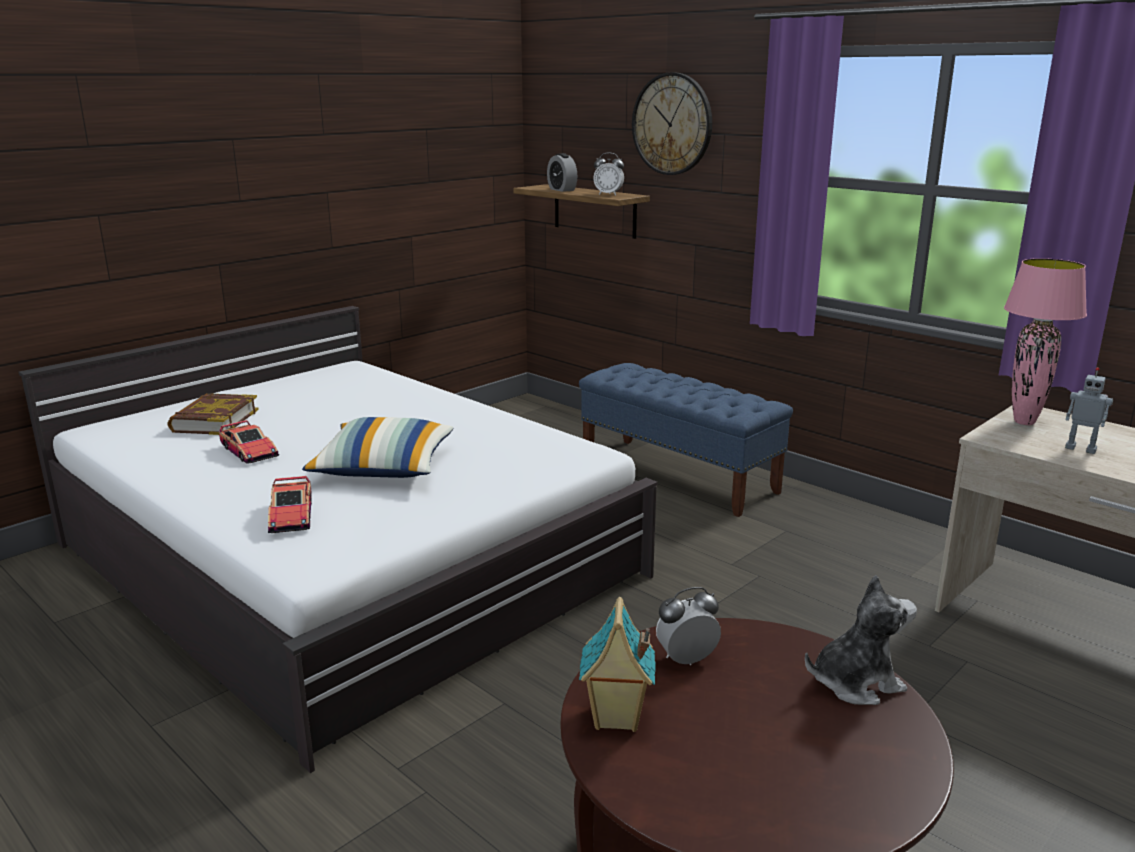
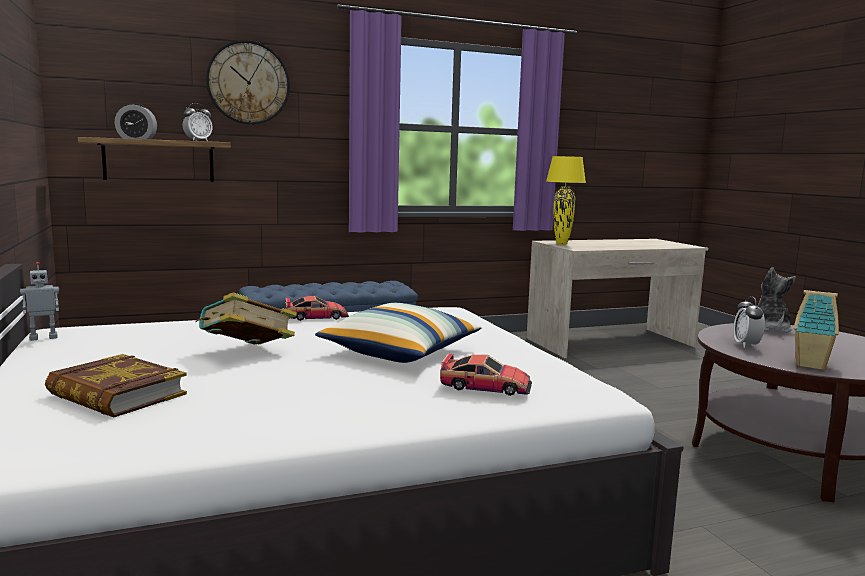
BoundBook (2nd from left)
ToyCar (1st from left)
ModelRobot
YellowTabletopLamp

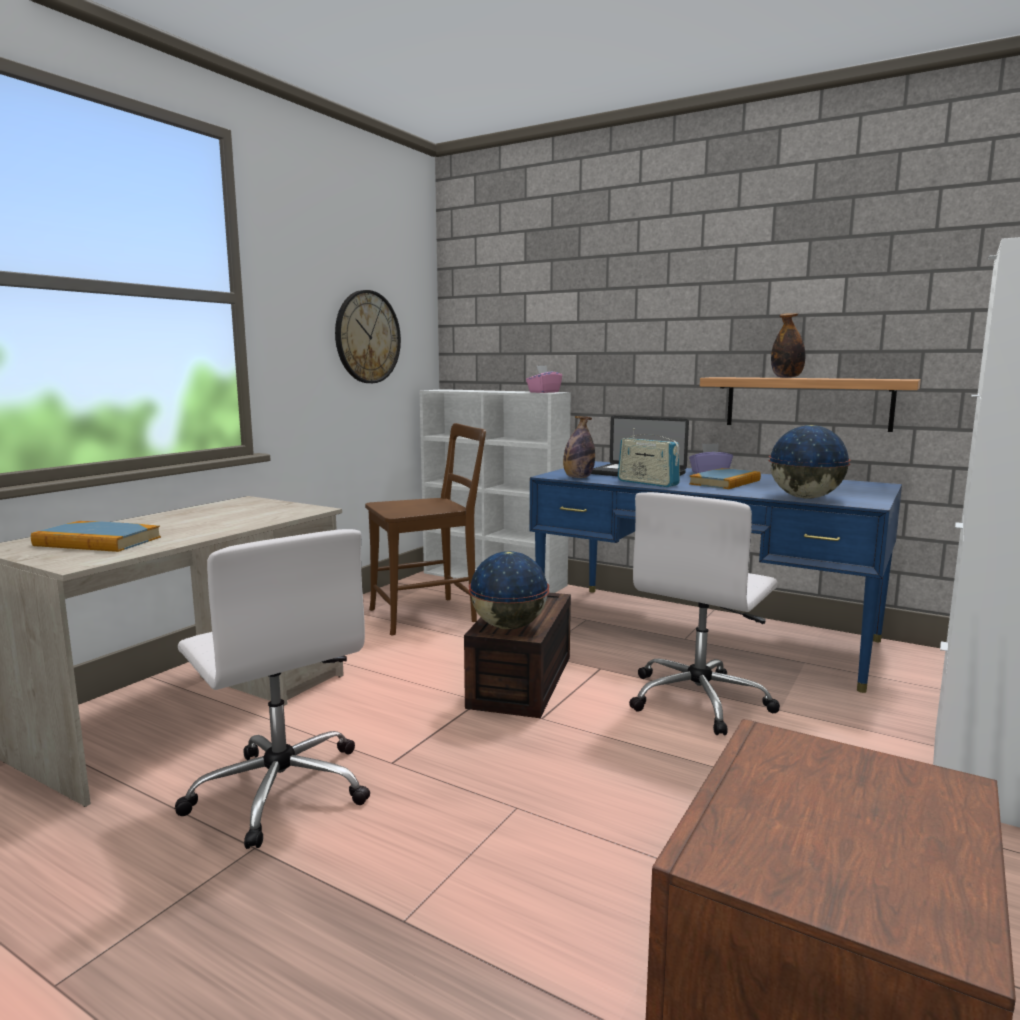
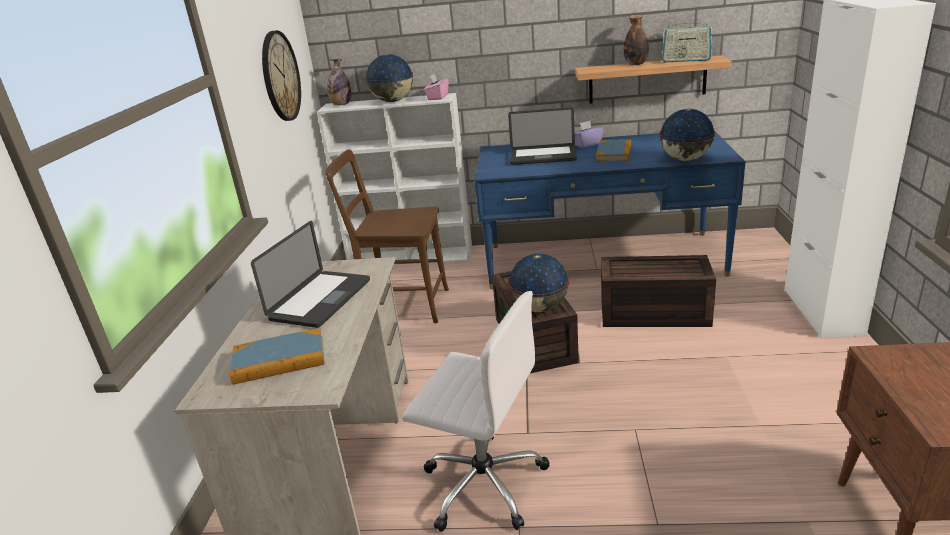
Laptop (1st from left)
Globe (1st from left)
BeverageBottle (1st from left)
RadioSet
BrownishStorageContainer (2nd from left)
BrownishChair

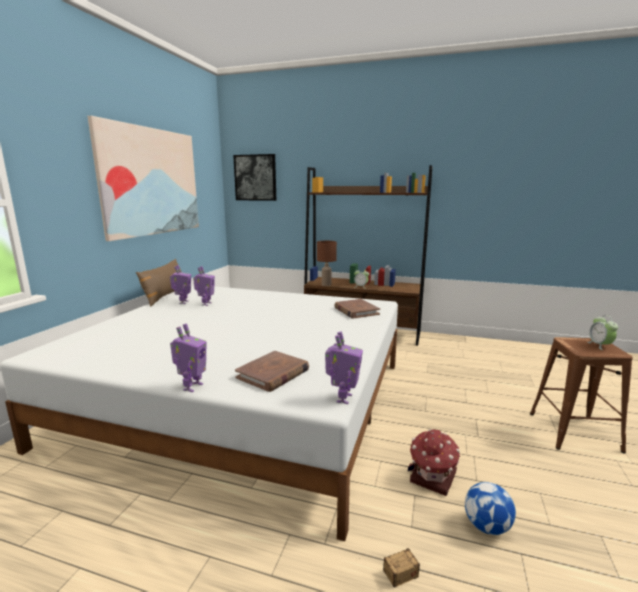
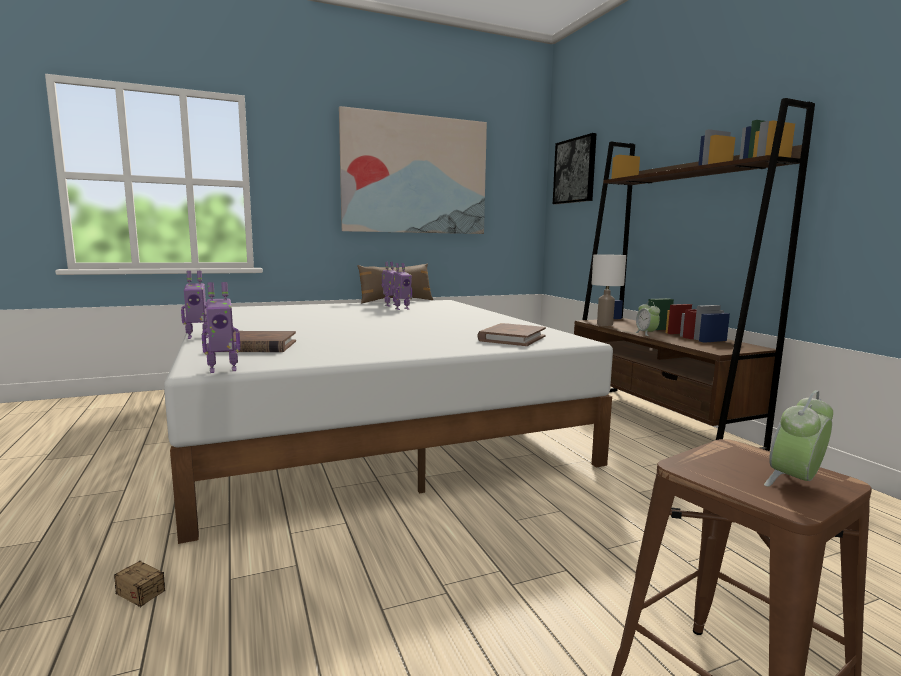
ToyHouse
FootballBall
WhitishTabletopLamp

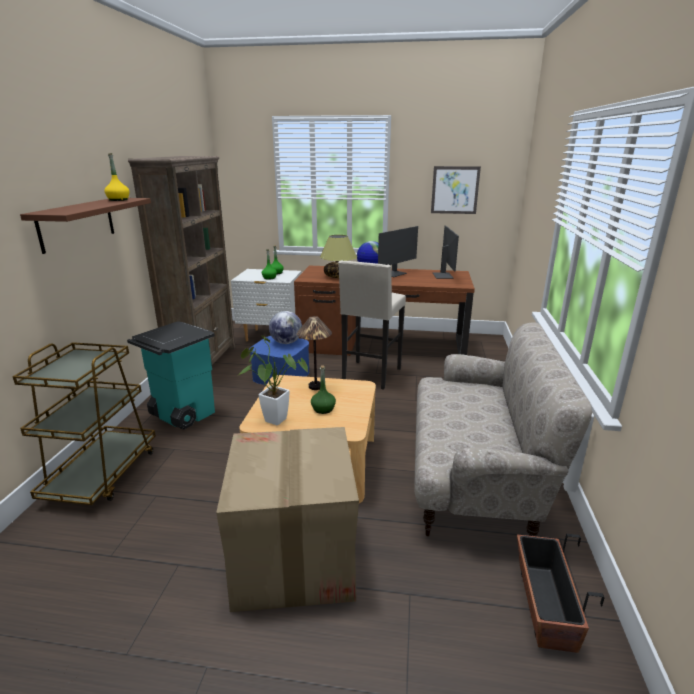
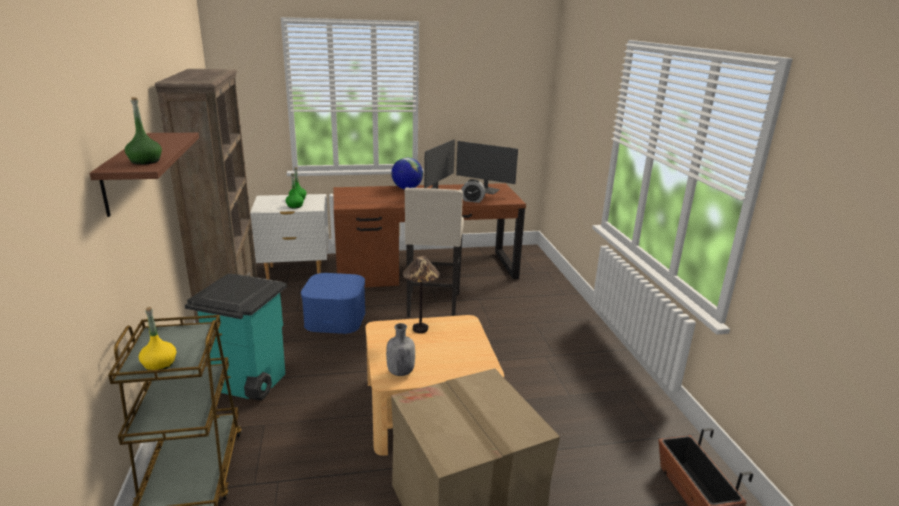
Globe (1st from left in the first image)
TabletopLamp (2nd from left in the first image)
SandColouredSettee
Picture
AlarmClock
YellowBeverageBottle
GreenBeverageBottle (1st from left)
GrayBeverageBottle
ComputerDisplay (2nd from left)

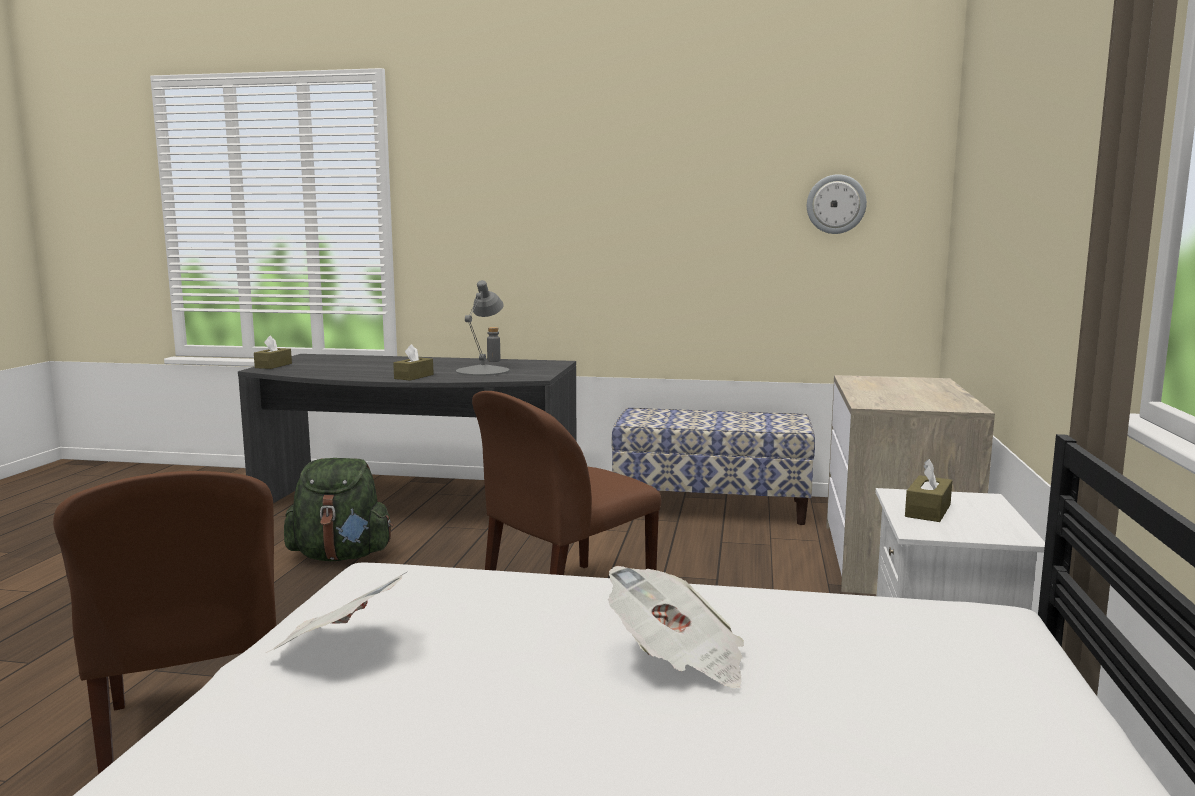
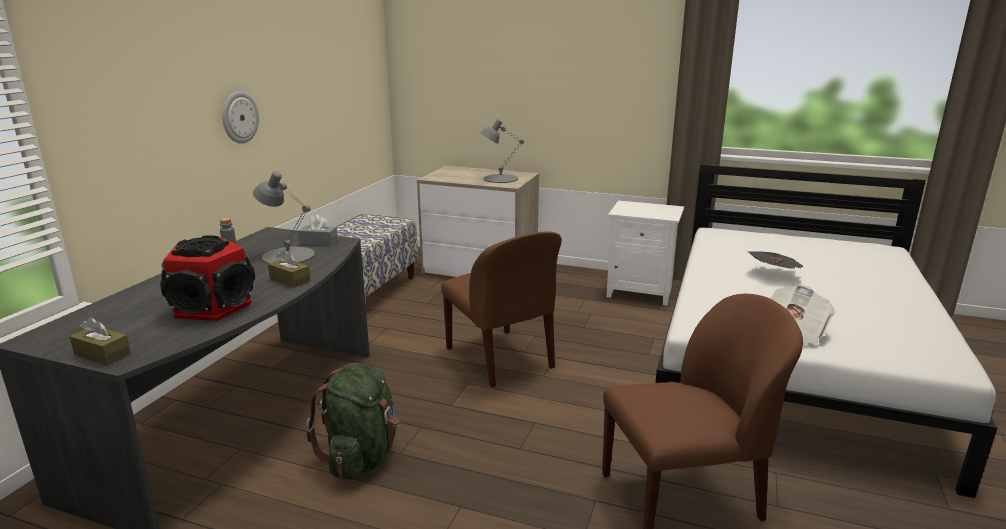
BrownishTissueBox (3rd from left in the first image)
AudioSpeaker
GrayTissueBox
GrayTabletopLamp (2nd from left)
ClockOnTheWall

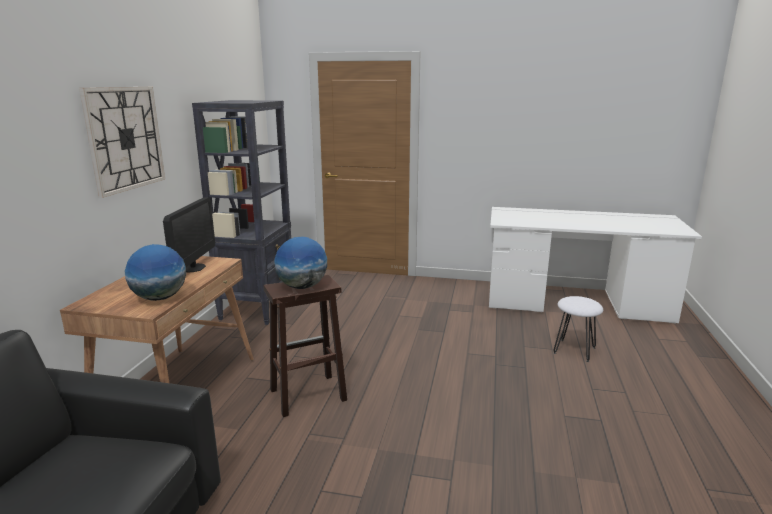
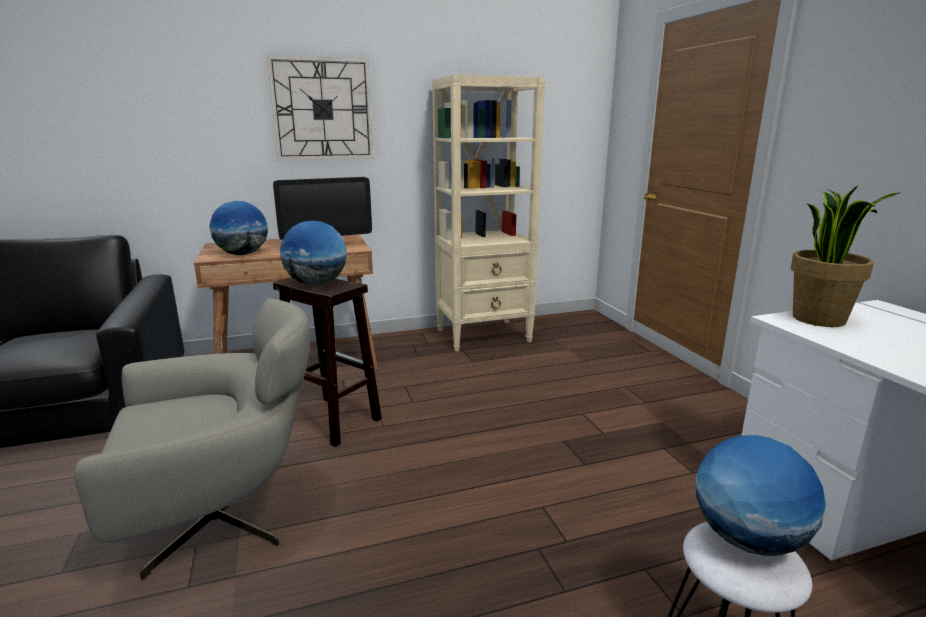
GrayArmchair
Globe (3rd from left)
PottedPlant
SandColouredBookshelf

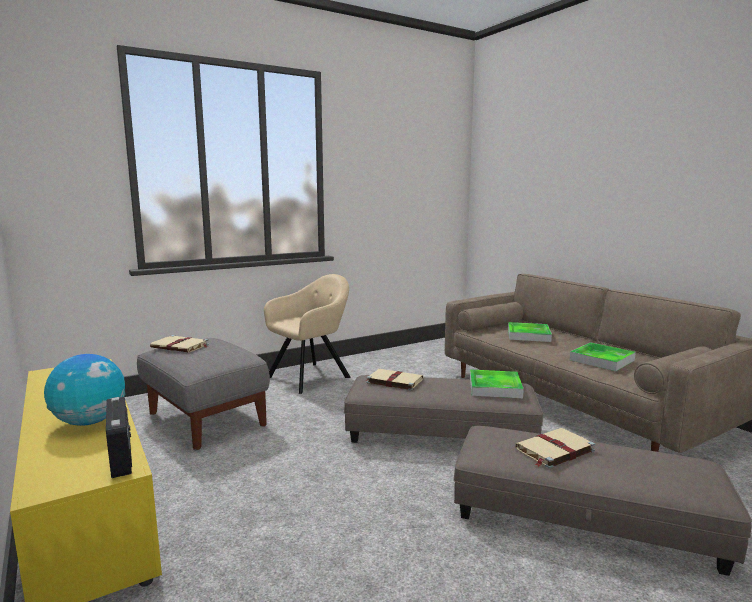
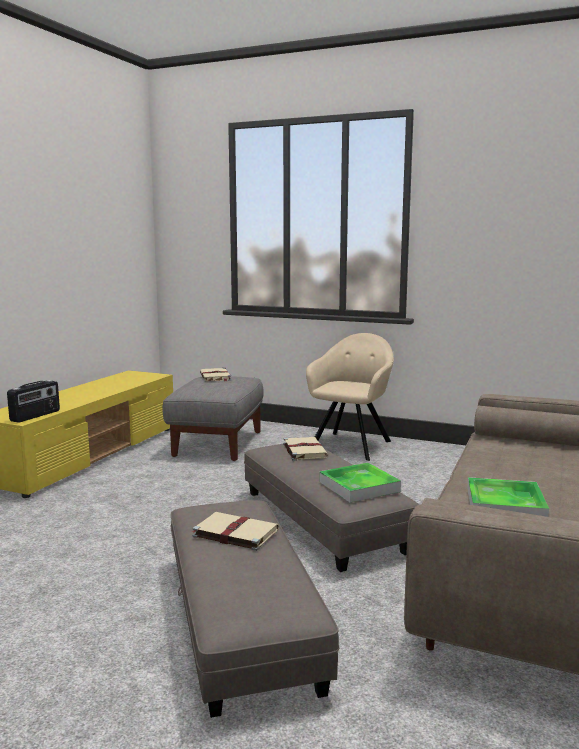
Globe
ServingTray (2nd from left in the first image)
SandColouredArmchair

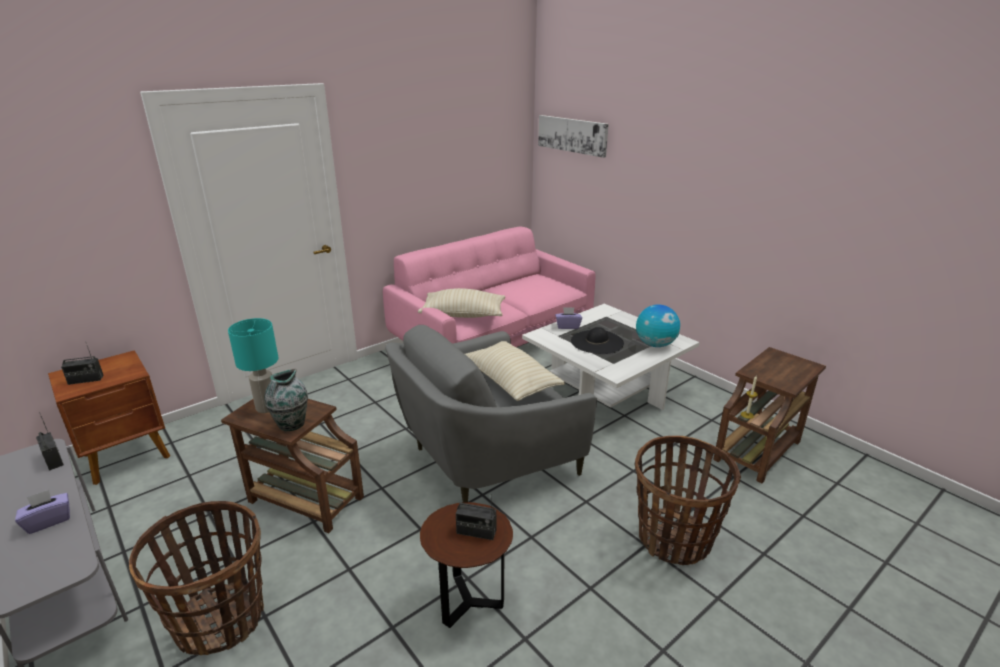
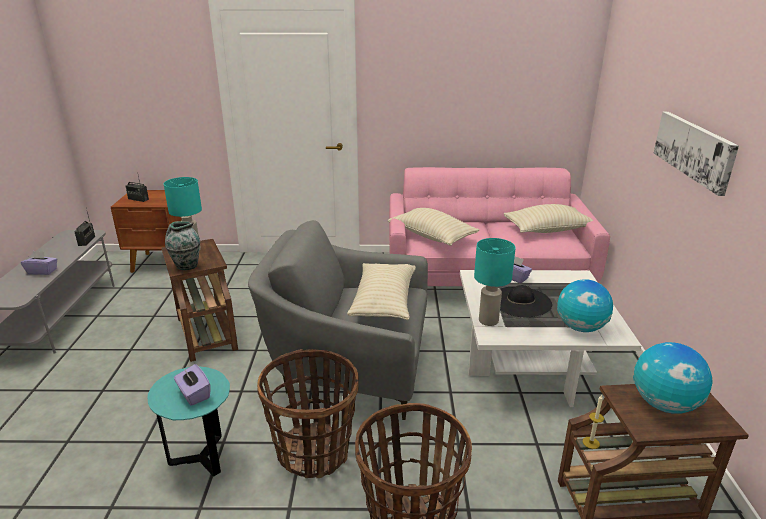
TurquoiseTabletopLamp (2nd from left)
SandColouredCushion (3rd from left)
Globe (2nd from left)
StorageBasket (1st from left)
Picture
PurpleColouredTissueBox (2nd from left)
TurquoiseAccentTable

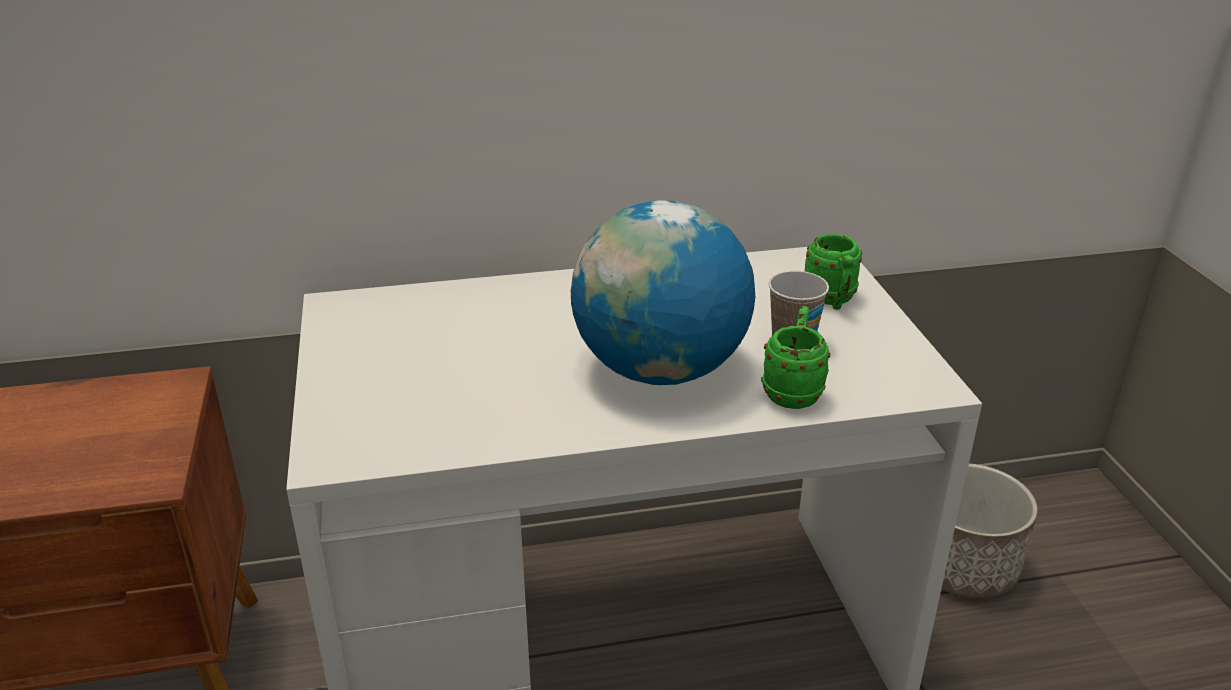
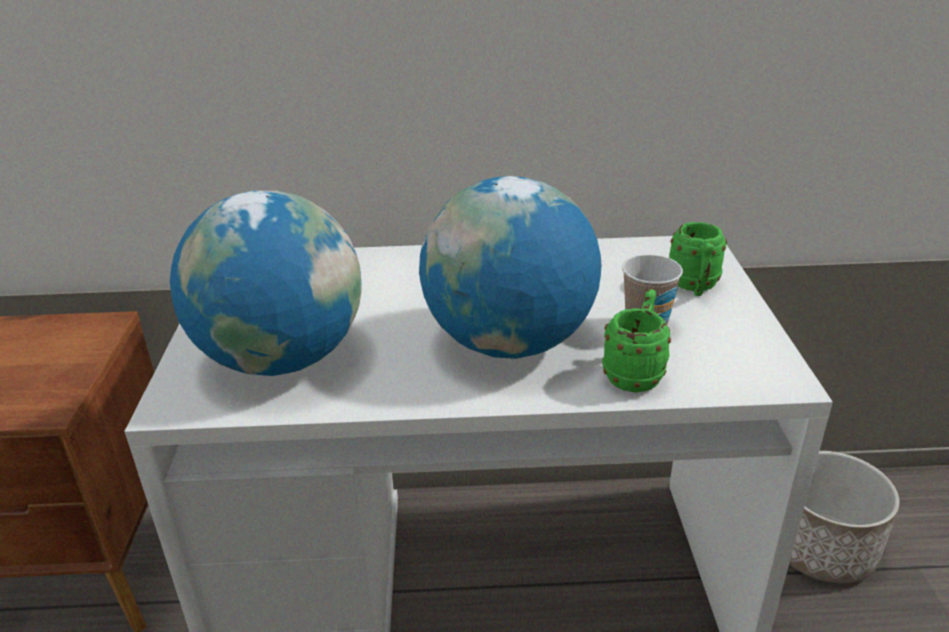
Globe (1st from left)

